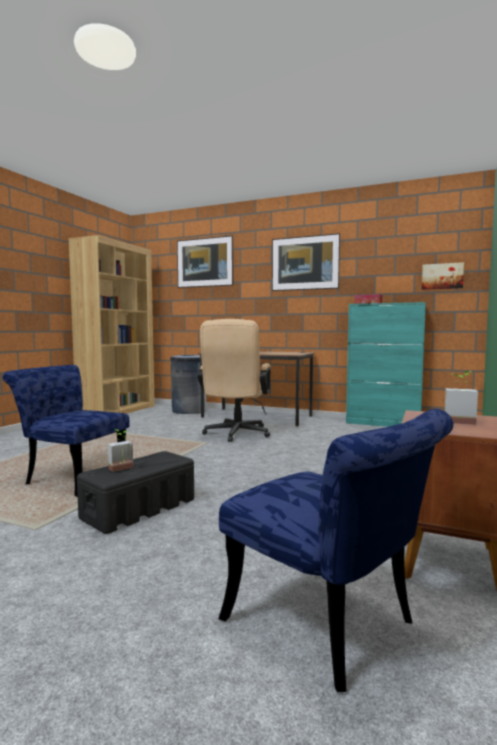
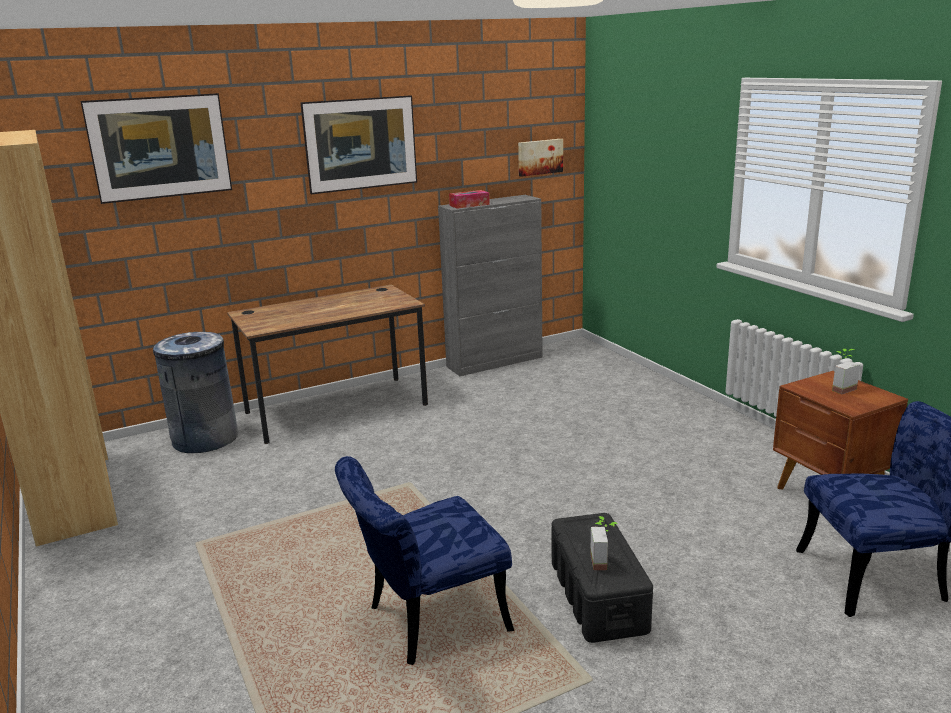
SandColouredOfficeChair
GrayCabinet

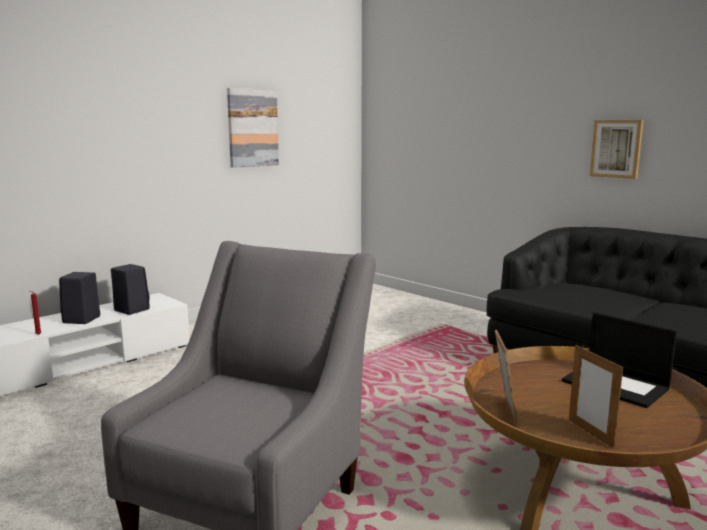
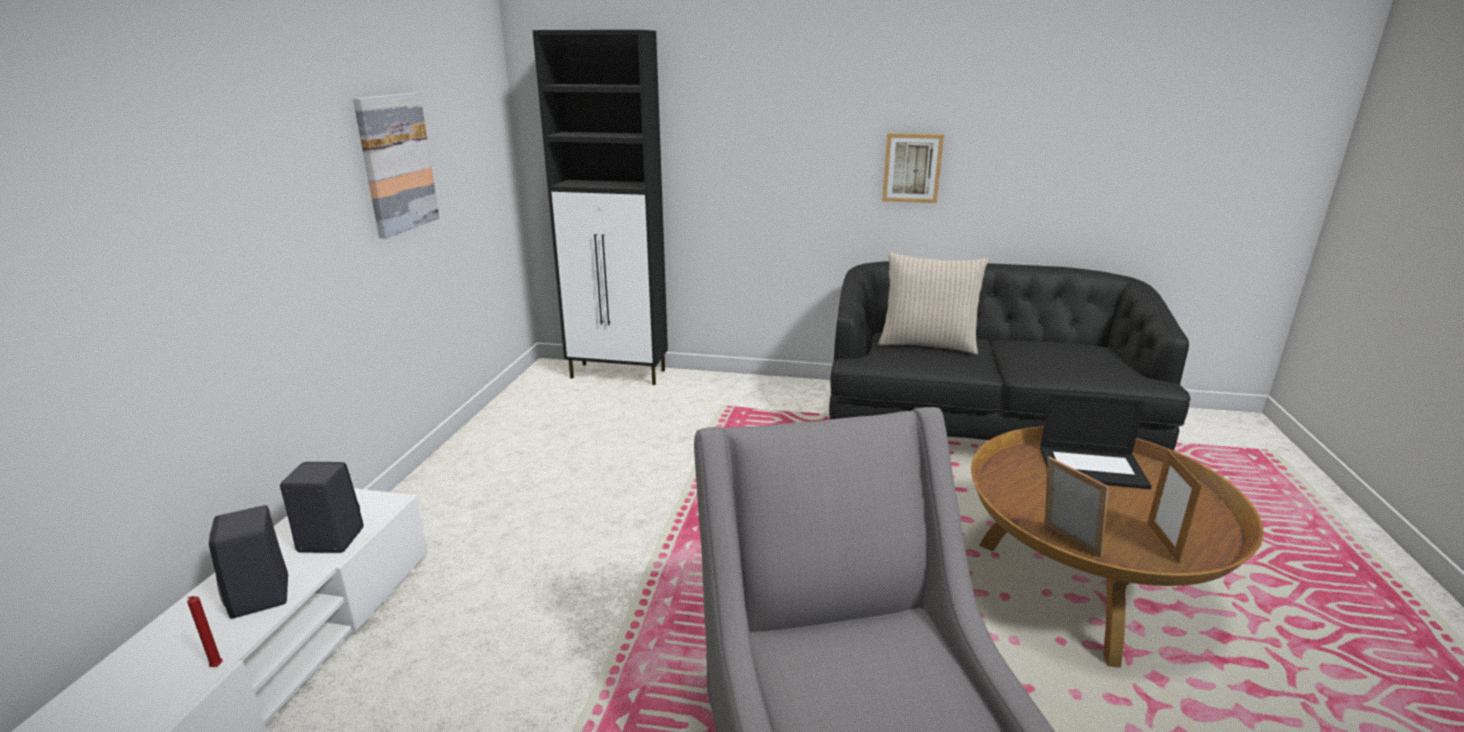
BlackishCabinet
SandColouredCushion
PictureFrame (2nd from left)

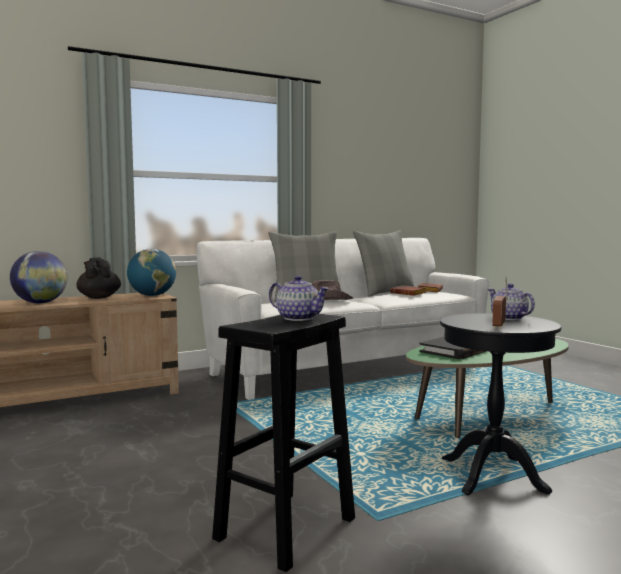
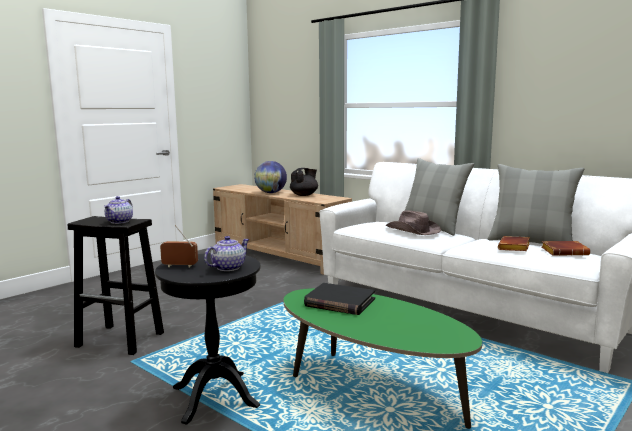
Globe (2nd from left in the first image)

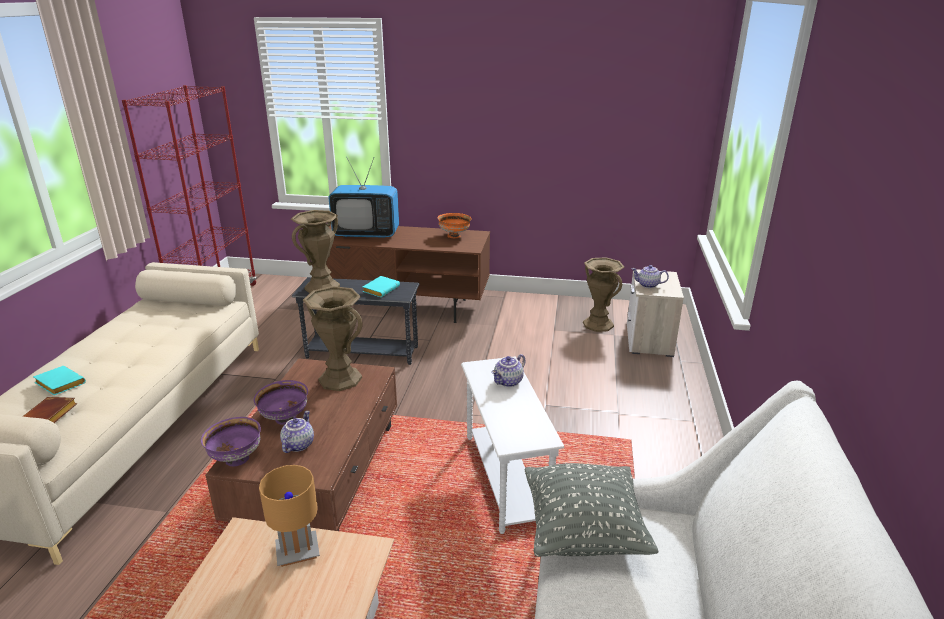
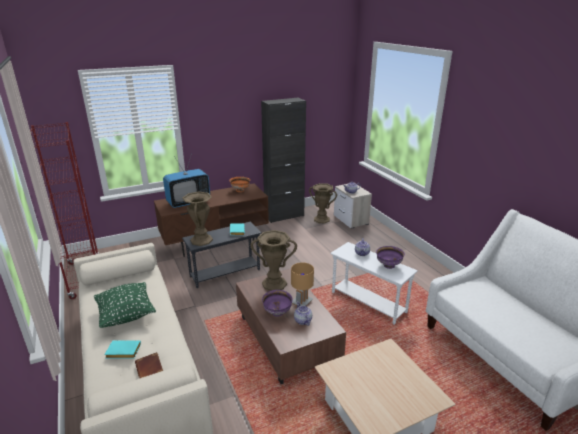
GrayCushion
GreenCushion
BlackishCabinet
PurpleColouredServingBowl (2nd from left)
BrownishTabletopLamp

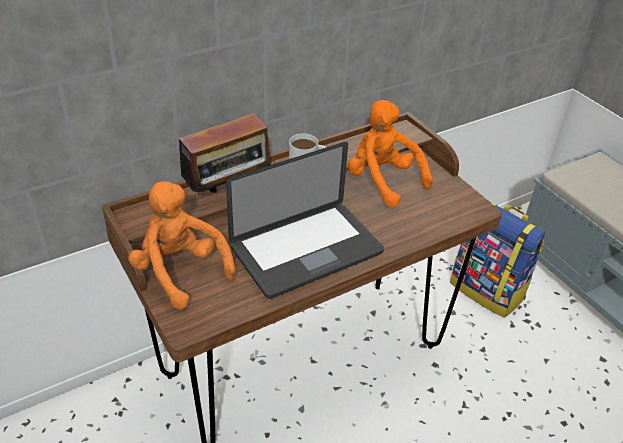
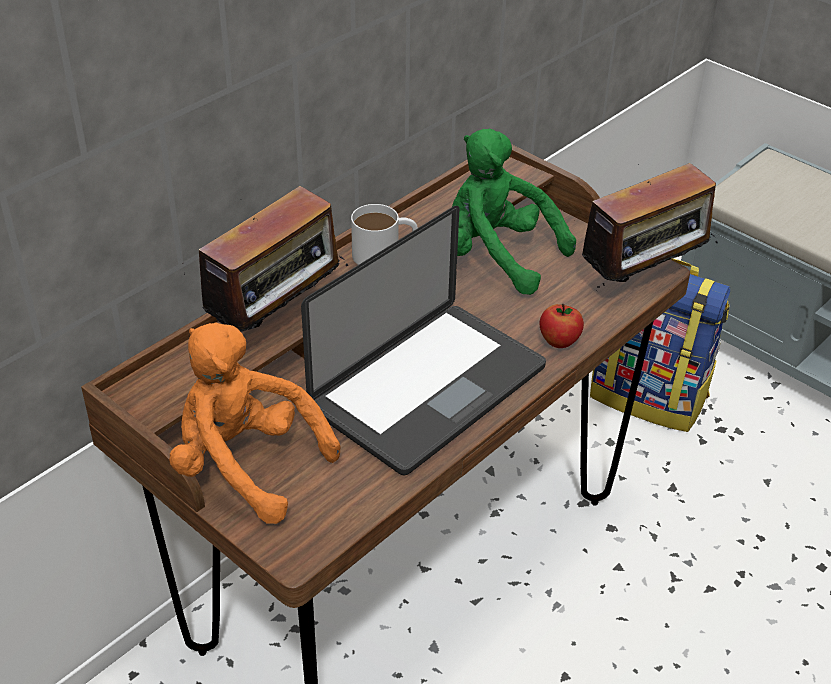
AppleFruit
RadioSet (2nd from left)
GreenSoftToy

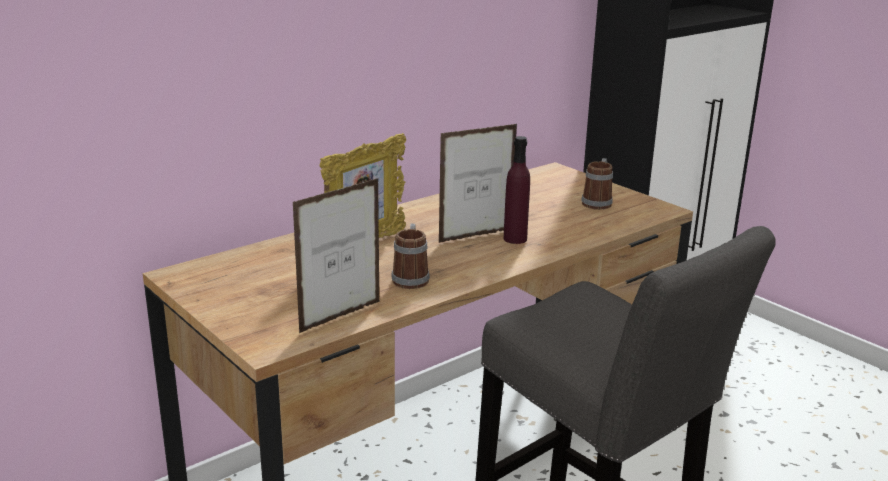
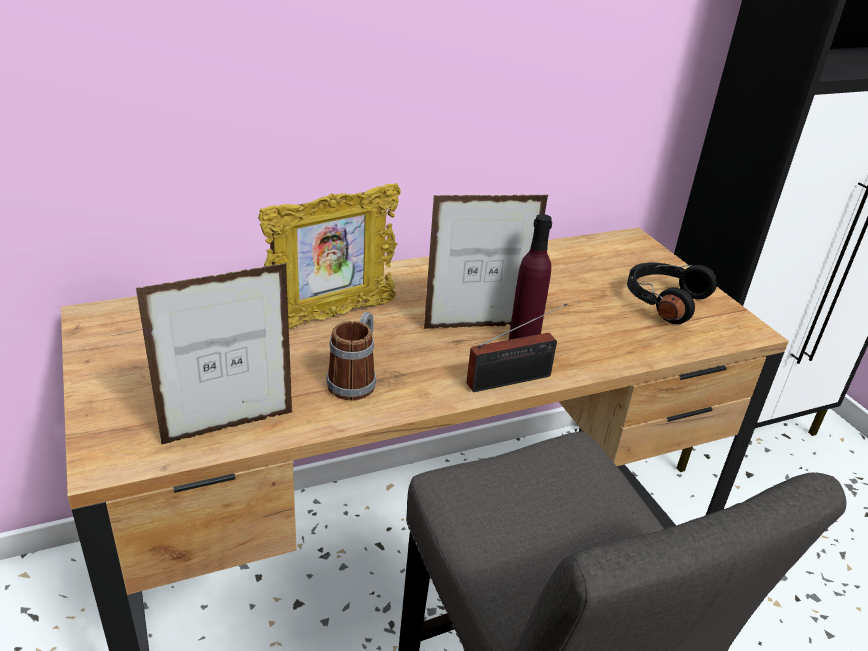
RadioSet
BlackishHeadphones

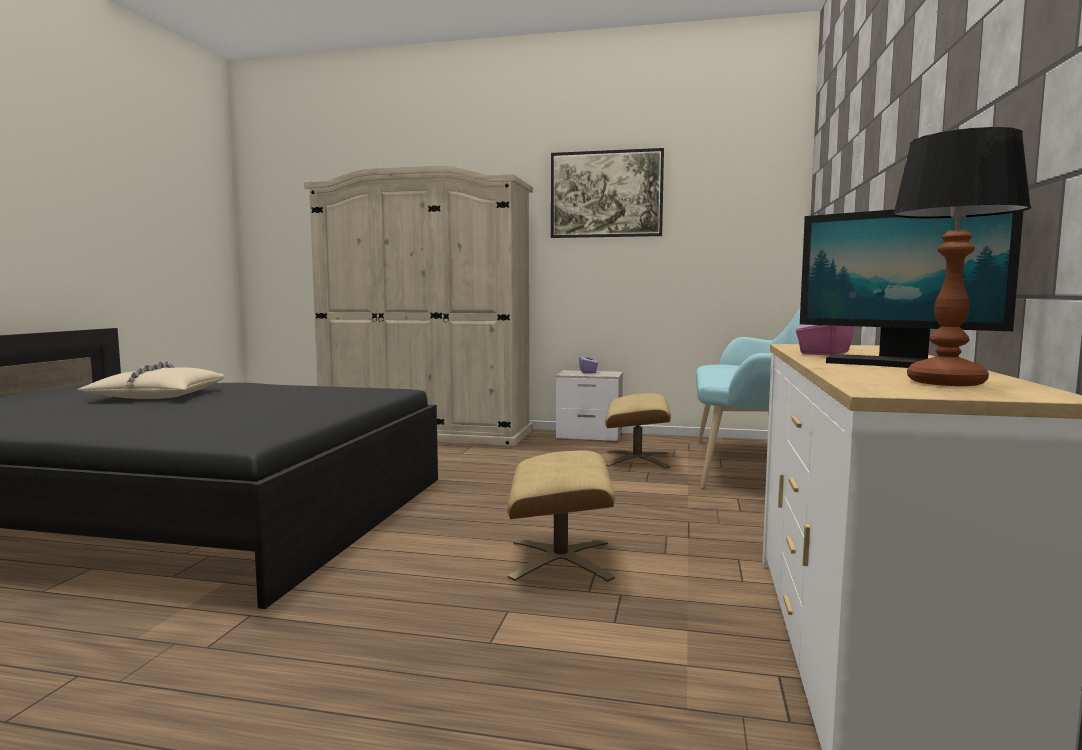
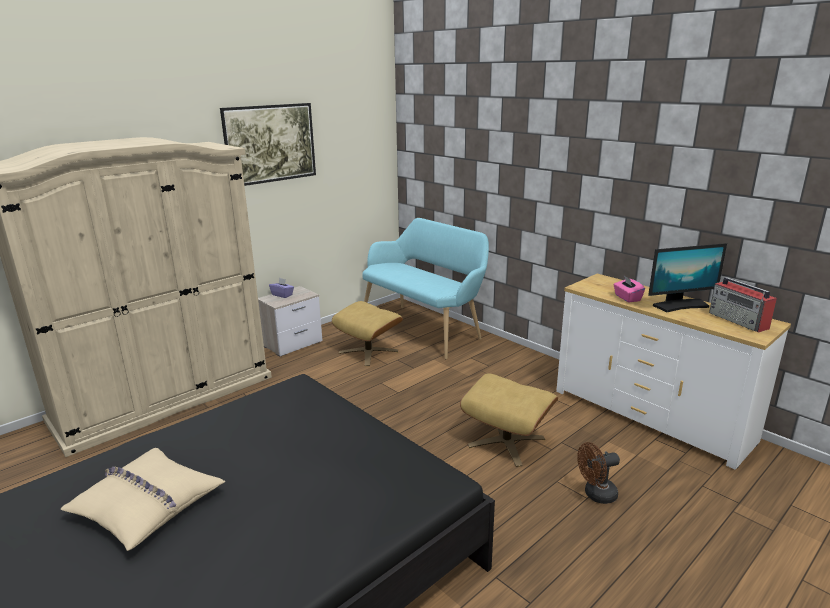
BrownishCoolingFan
RadioSet

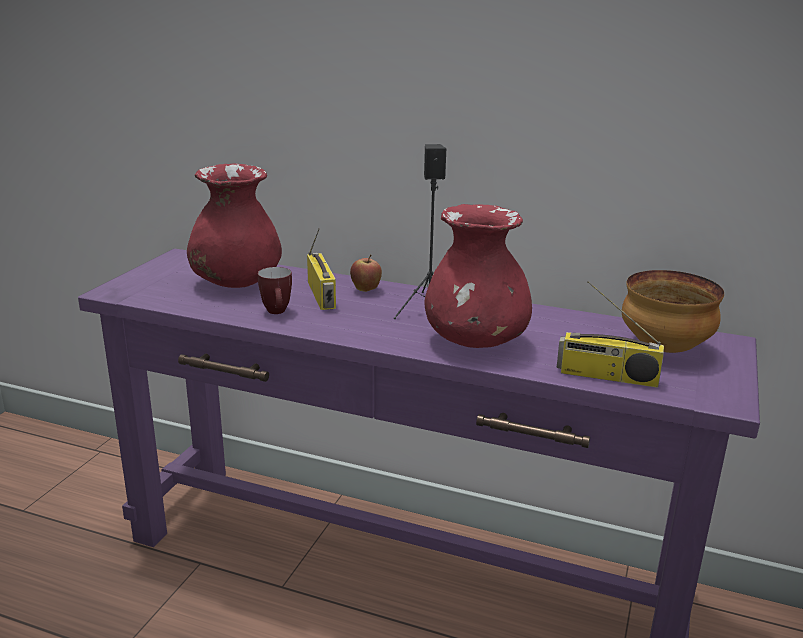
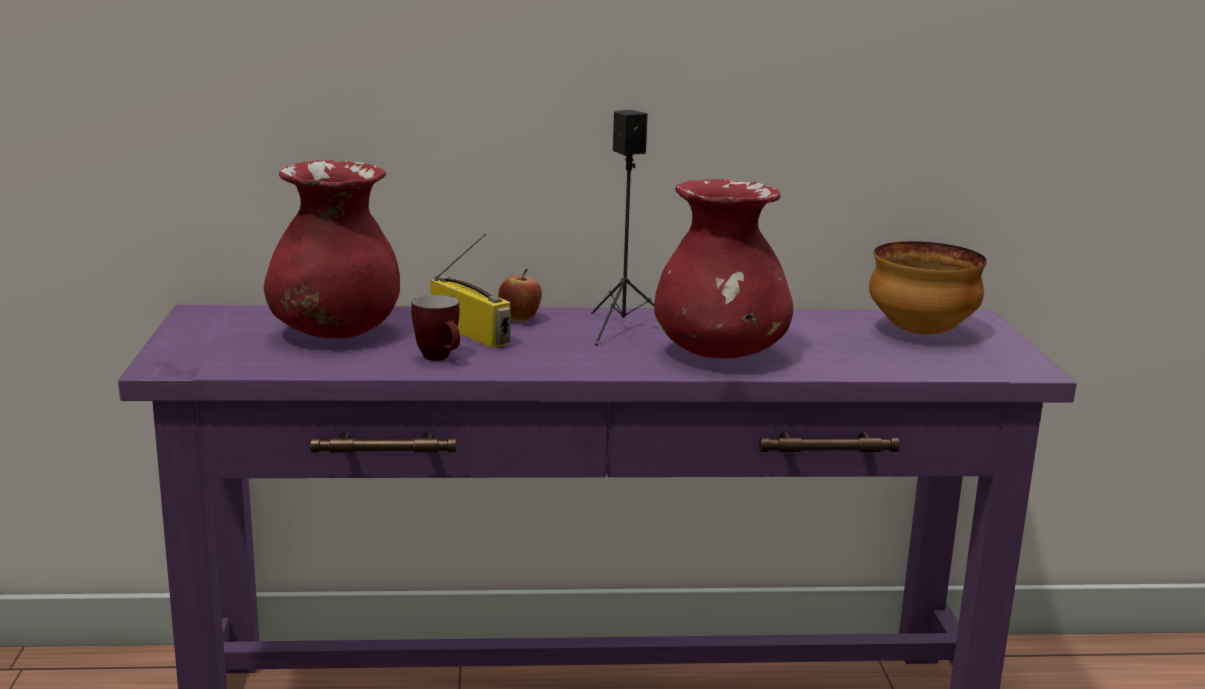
RadioSet (2nd from left in the first image)

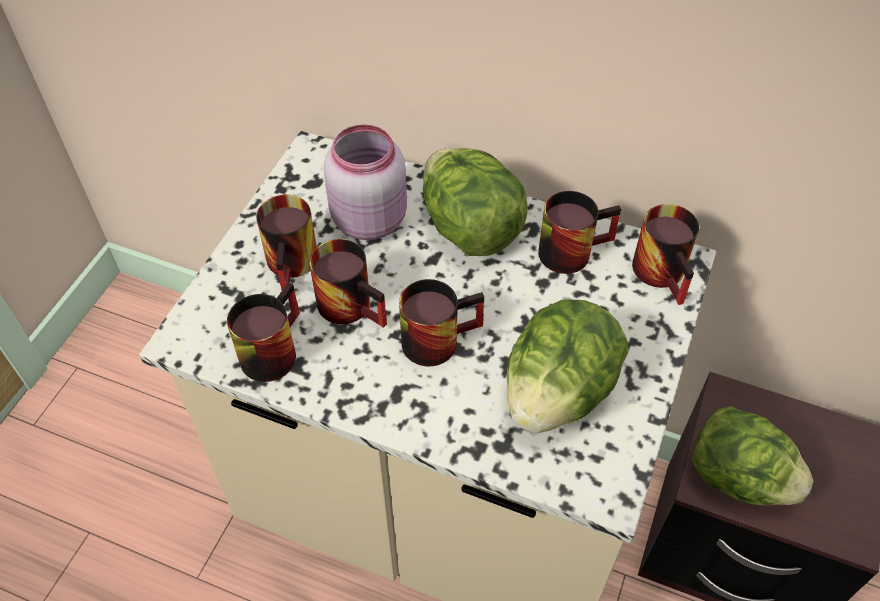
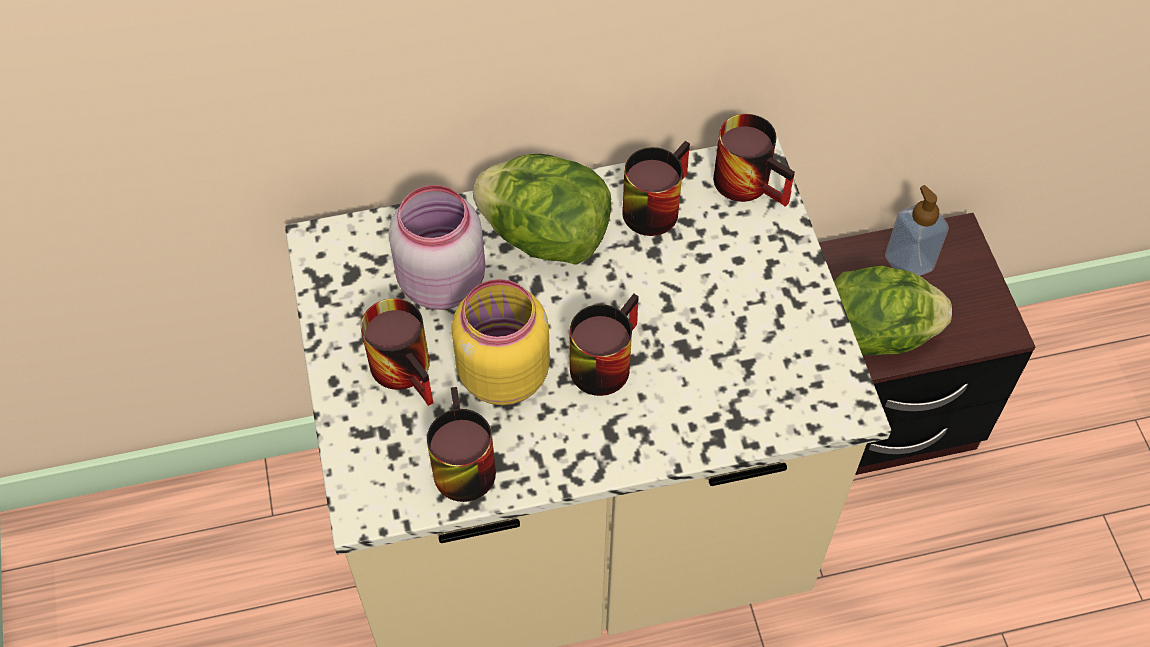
HeadOfLettuce (2nd from left in the first image)
SoapBottle
YellowPreserveJar

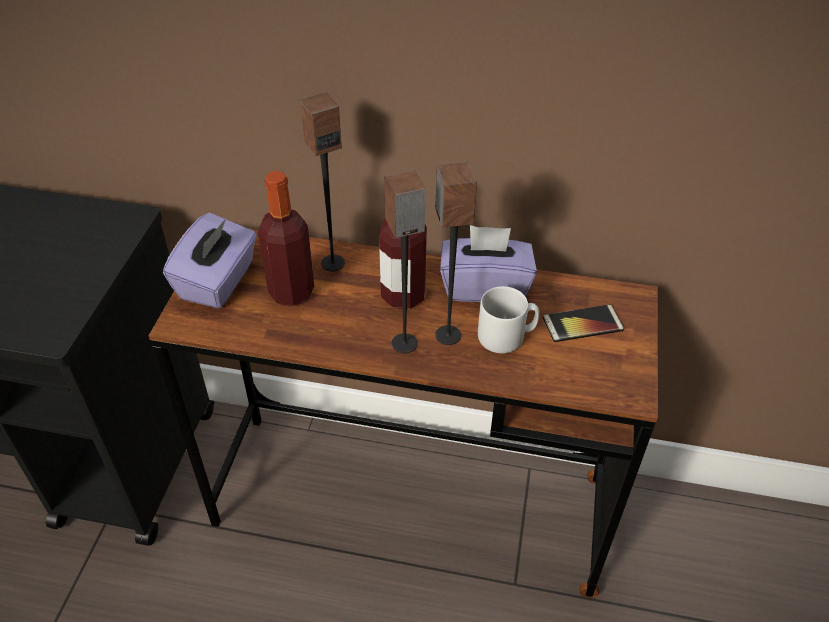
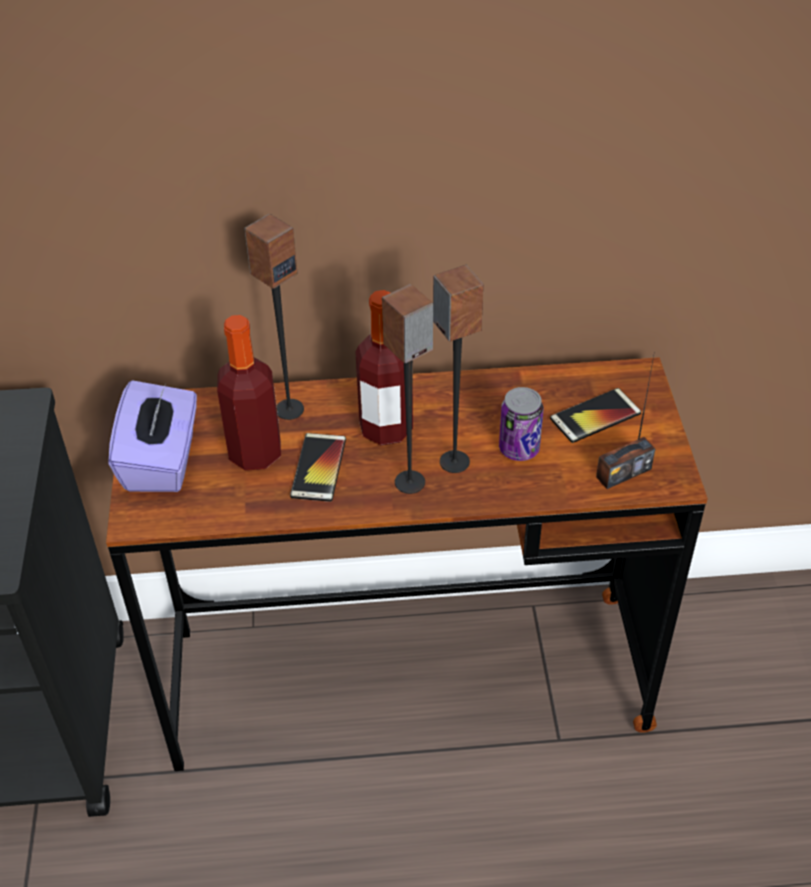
PurpleColouredTissueBox (2nd from left in the first image)
Telephone (1st from left)
RadioSet
SealedCan

